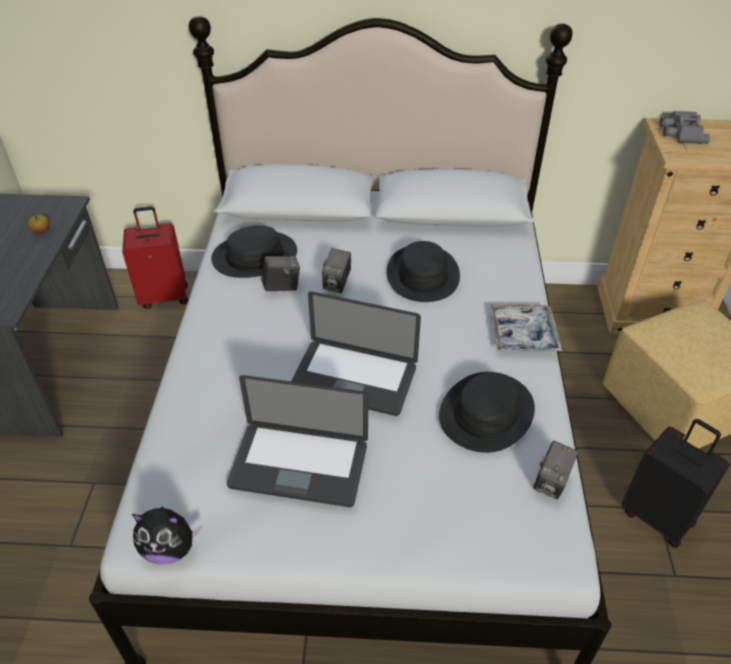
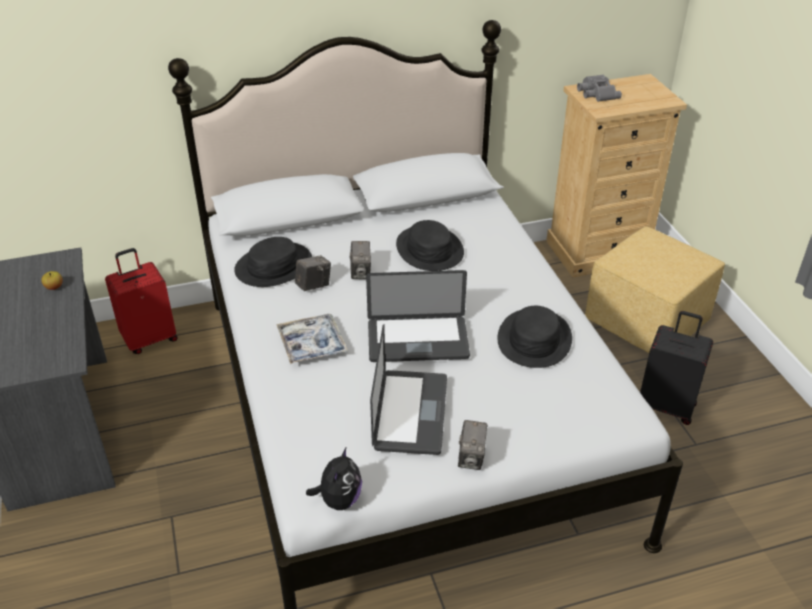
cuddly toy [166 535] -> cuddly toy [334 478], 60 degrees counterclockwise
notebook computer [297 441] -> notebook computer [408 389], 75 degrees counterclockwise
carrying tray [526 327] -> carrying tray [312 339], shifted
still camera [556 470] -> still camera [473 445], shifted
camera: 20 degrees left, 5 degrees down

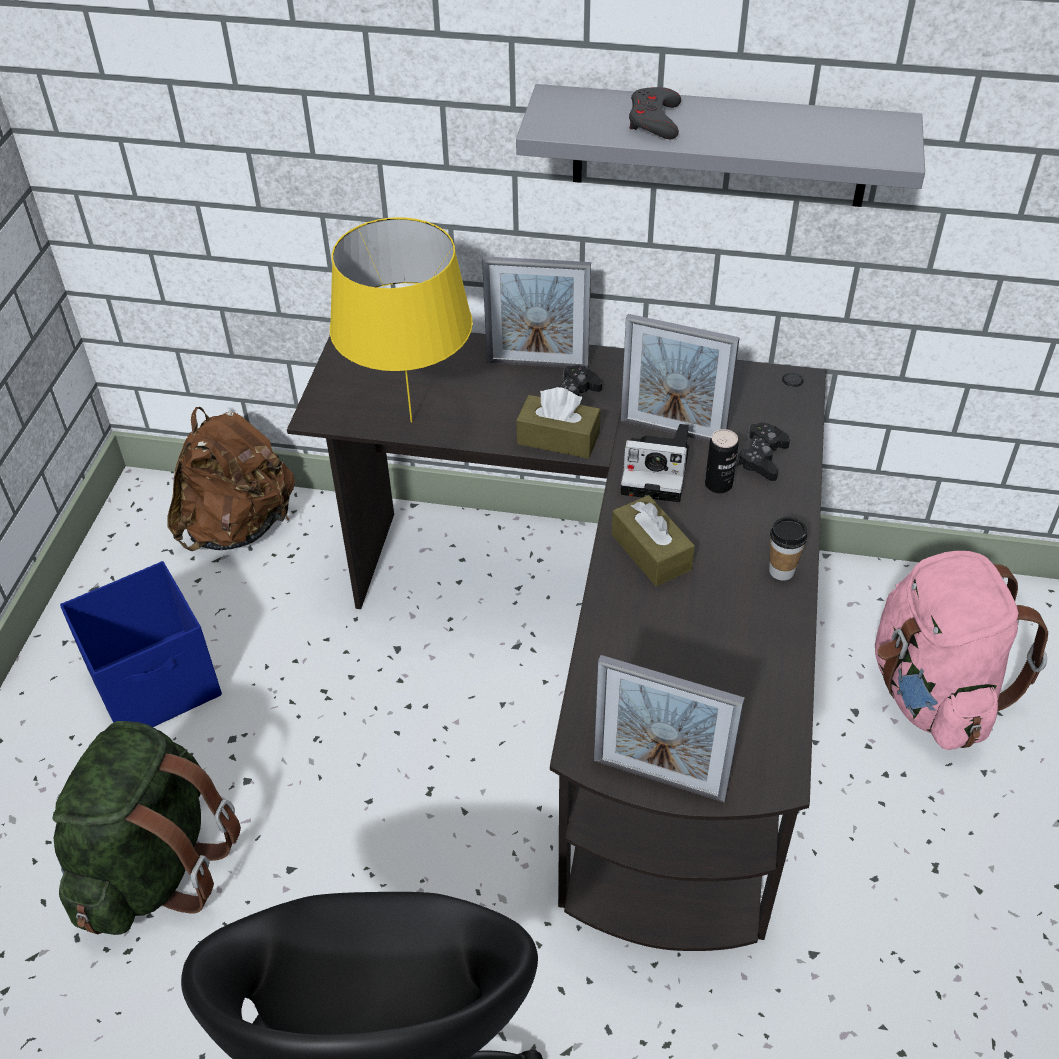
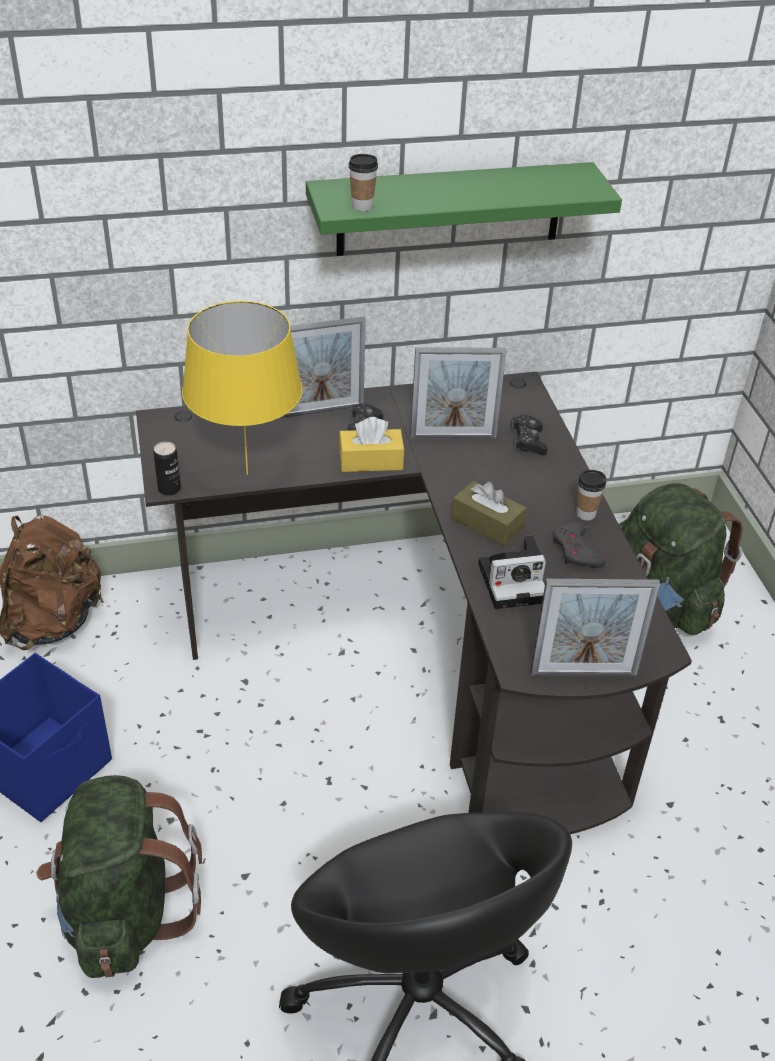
greyish bracket shelf [720 145] -> green bracket shelf [464 209]
brown tissue box [558 423] -> yellow tissue box [371 444]
still camera [655 463] -> still camera [512 572], shifted
greyish game controller [655 113] -> greyish game controller [579 545], shifted
can [721 461] -> can [167 469], shifted
pink-coloured knapsack [961 650] -> green knapsack [680 559]
none -> small cup [363 182]
camera: 25 degrees left, 5 degrees down

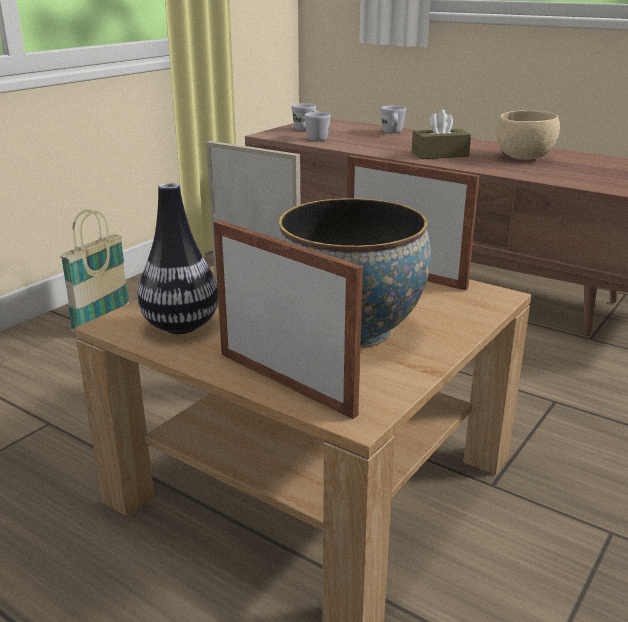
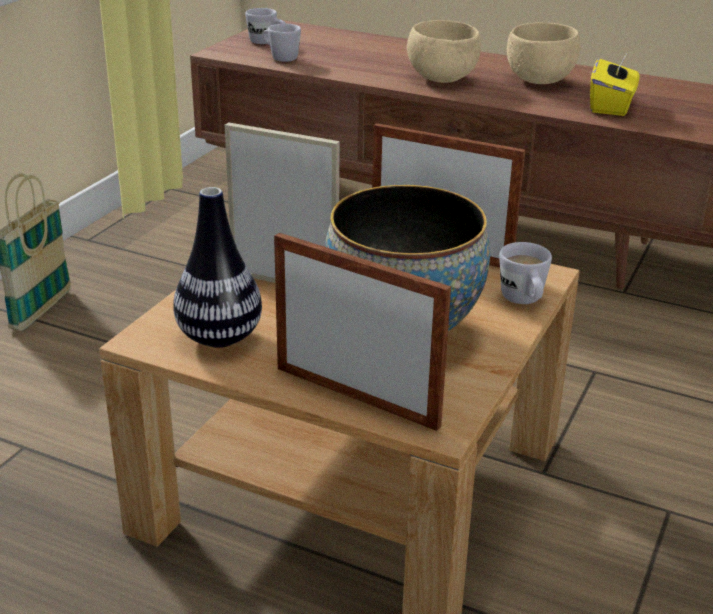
white coffee mug [393 119] -> white coffee mug [525 273], shifted
brown tissue box [441 134] -> beige bowl [444 51]
none -> yellow tissue box [615 84]
camera: 10 degrees left, 5 degrees up

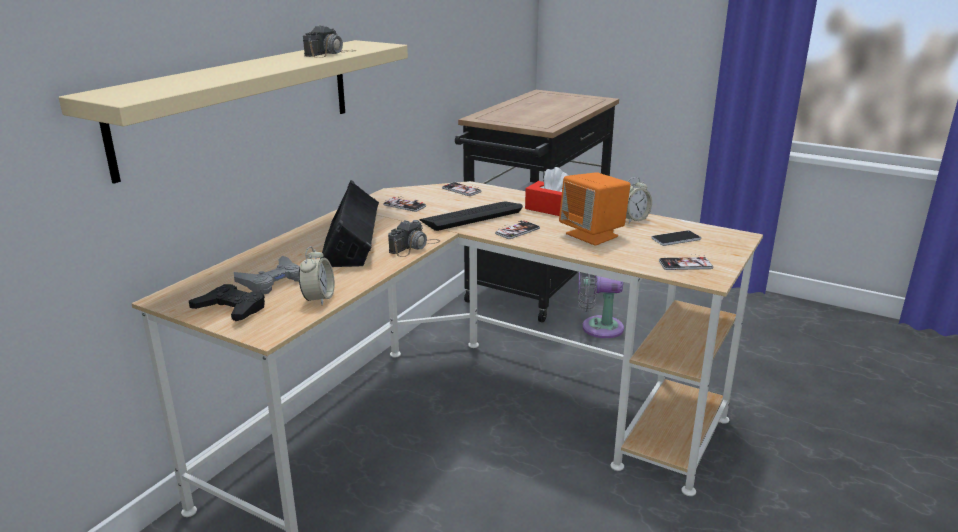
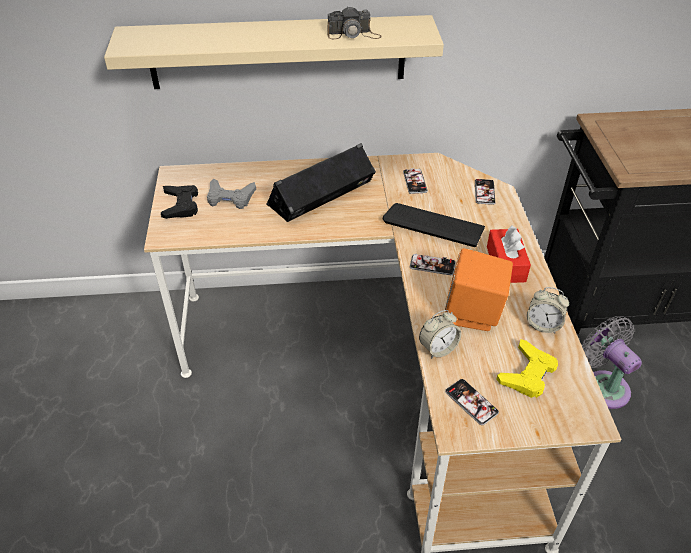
alarm clock [317 276] -> alarm clock [440 334], shifted
still camera [414 238] -> none
telephone [676 238] -> yellow game controller [527 368]
camera: 55 degrees right, 20 degrees up

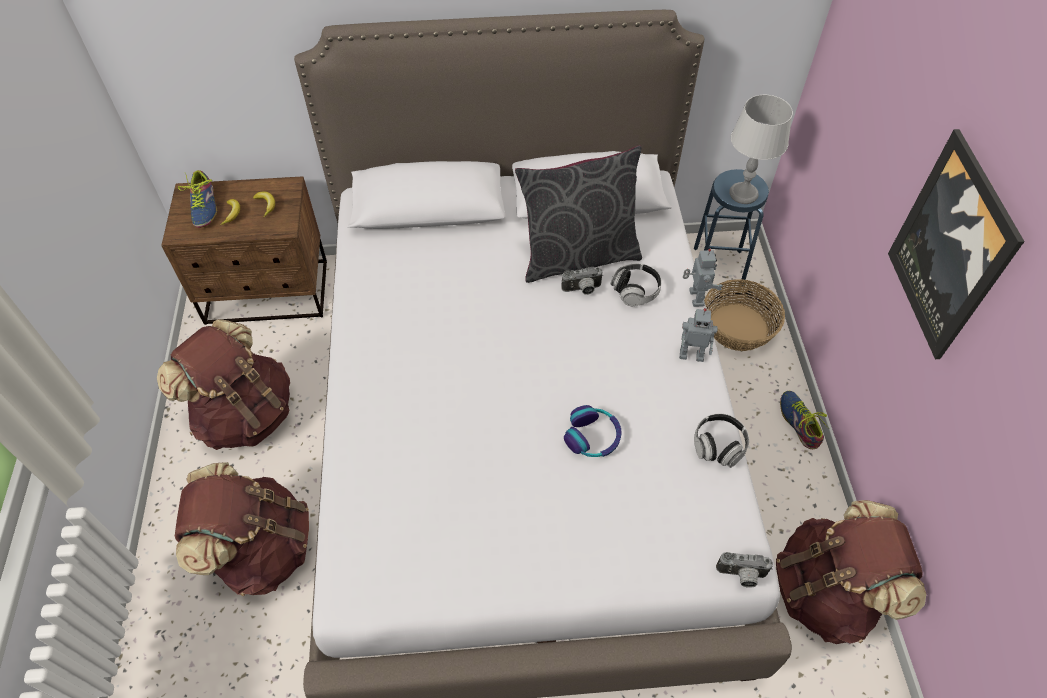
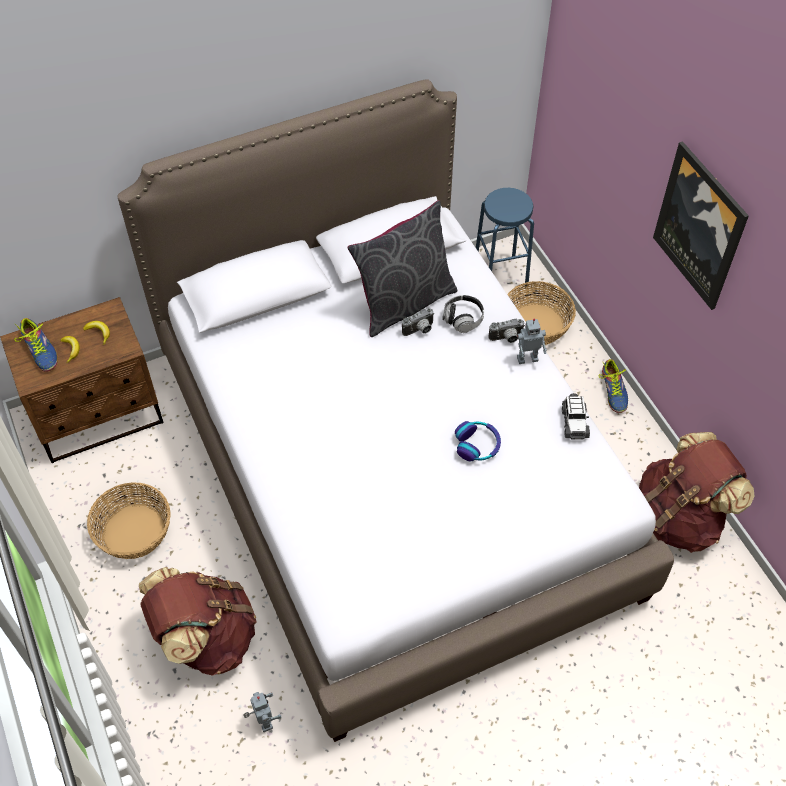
brown knapsack [223 384] -> basket [128 521]
toy robot [703 278] -> toy robot [263 712], shifted
headset [721 441] -> miniature car [576 416]
still camera [744 570] -> still camera [506 331], shifted
greyish lamp for a table [761 149] -> none
shoe [805 420] -> shoe [613 386], 150 degrees counterclockwise
camera: 20 degrees left, 0 degrees up

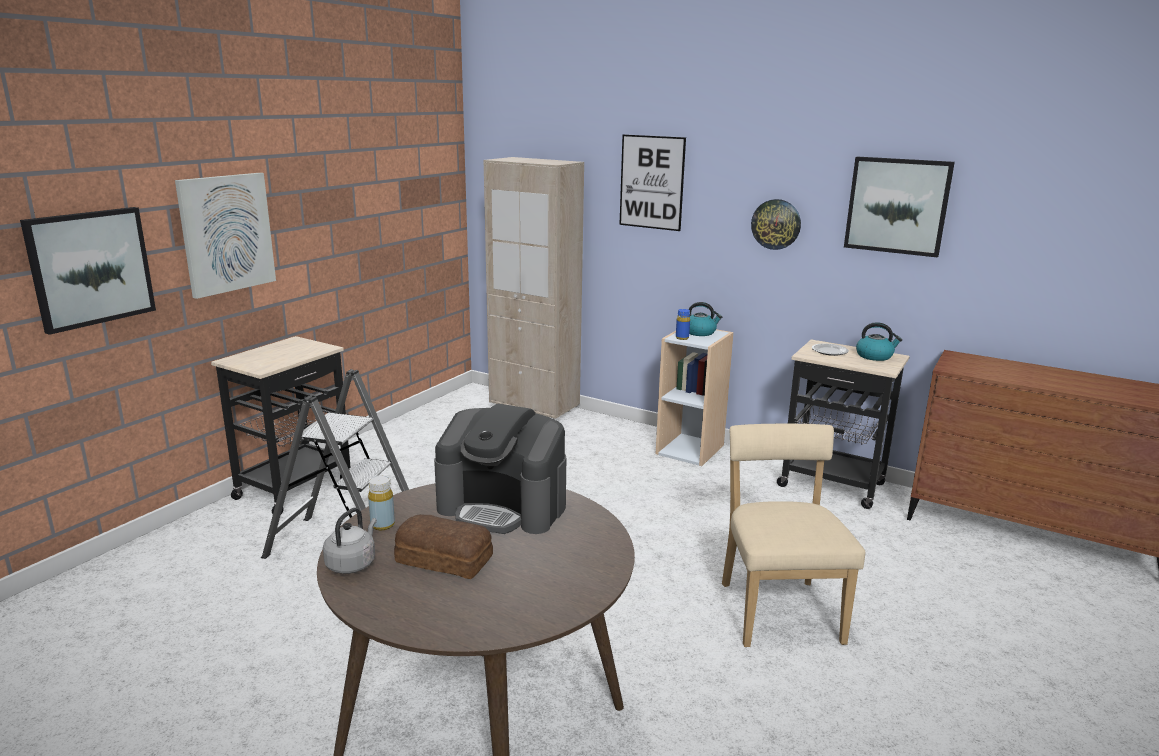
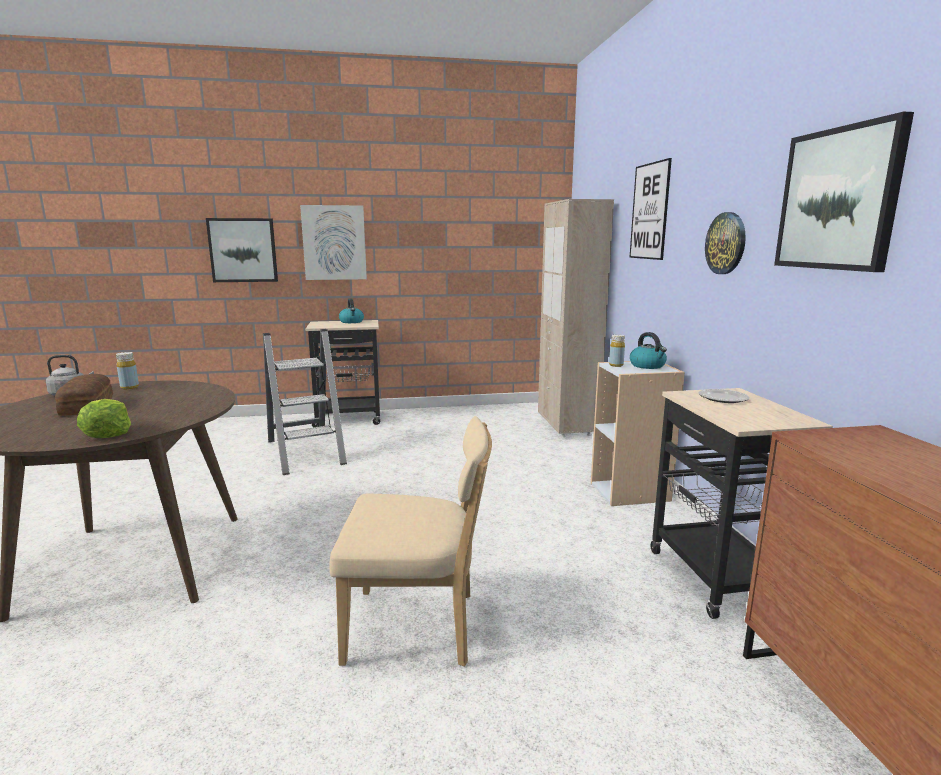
coffee machine [500 469] -> none
blue bottle [683 324] -> yellow bottle [617 350]
beige chair [793 535] -> beige chair [411 541], 45 degrees clockwise
water kettle [879 341] -> water kettle [351 310], shifted
none -> head of lettuce [104 418]
camera: 50 degrees right, 5 degrees down

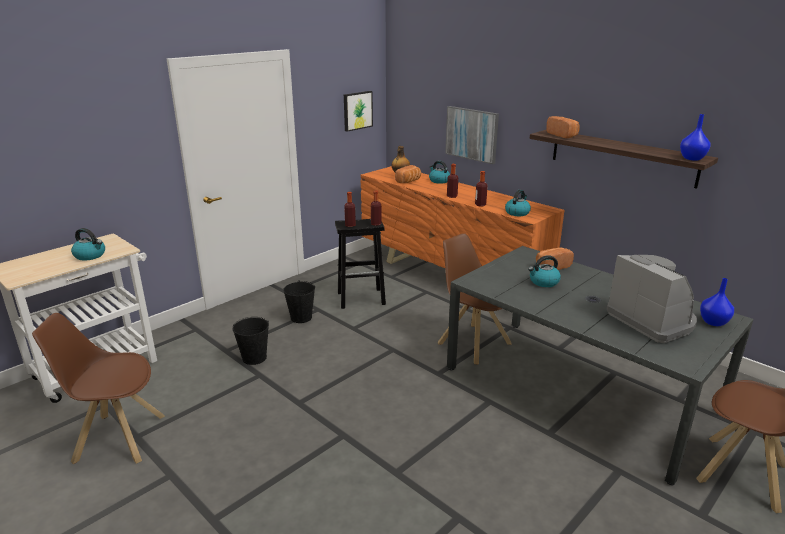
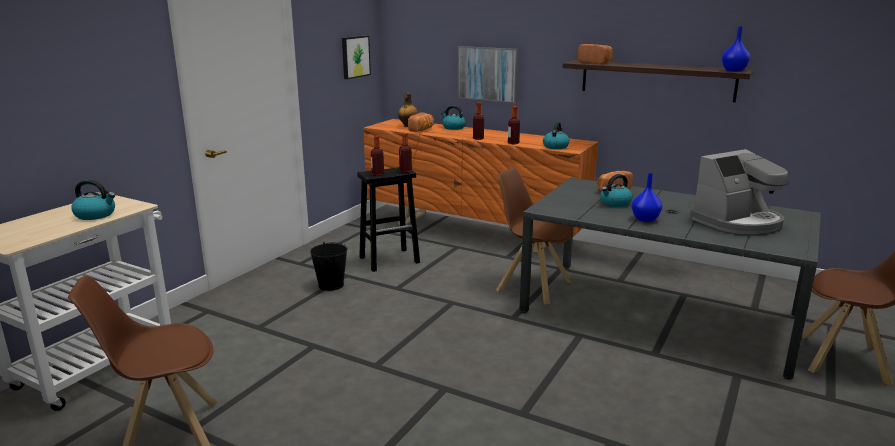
black bucket [250 341] -> none
coffee machine [652 299] -> coffee machine [739 191], 105 degrees clockwise
blue decorative vase [717 302] -> blue decorative vase [647 197], shifted
camera: 15 degrees left, 5 degrees down

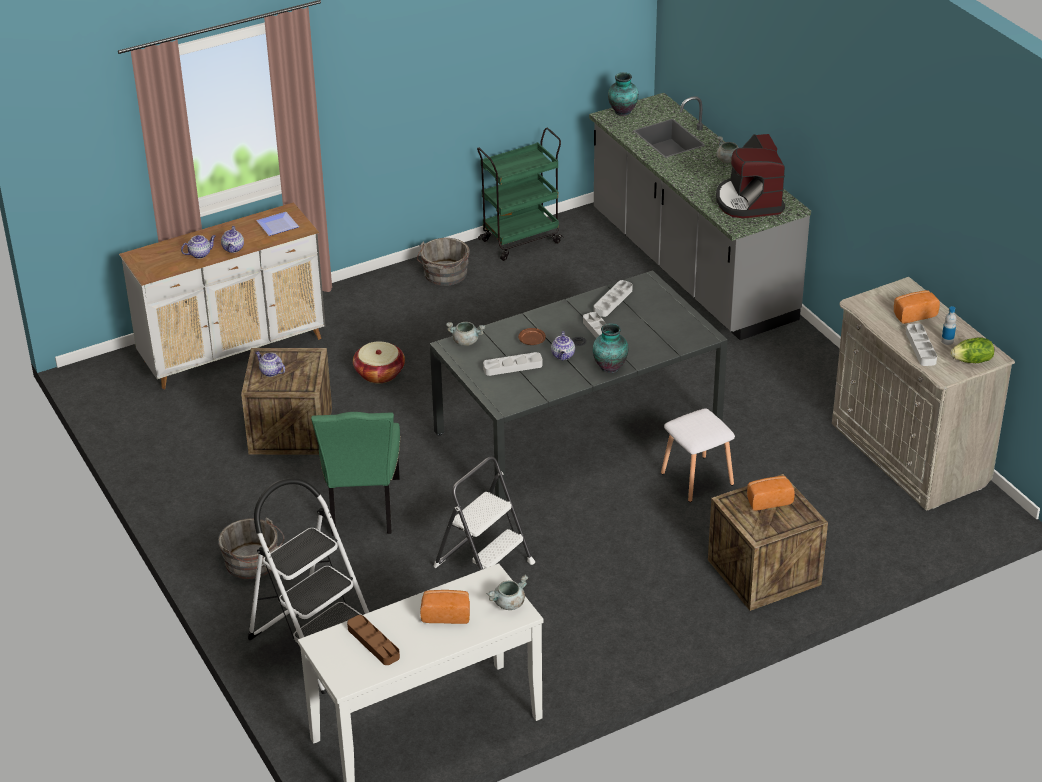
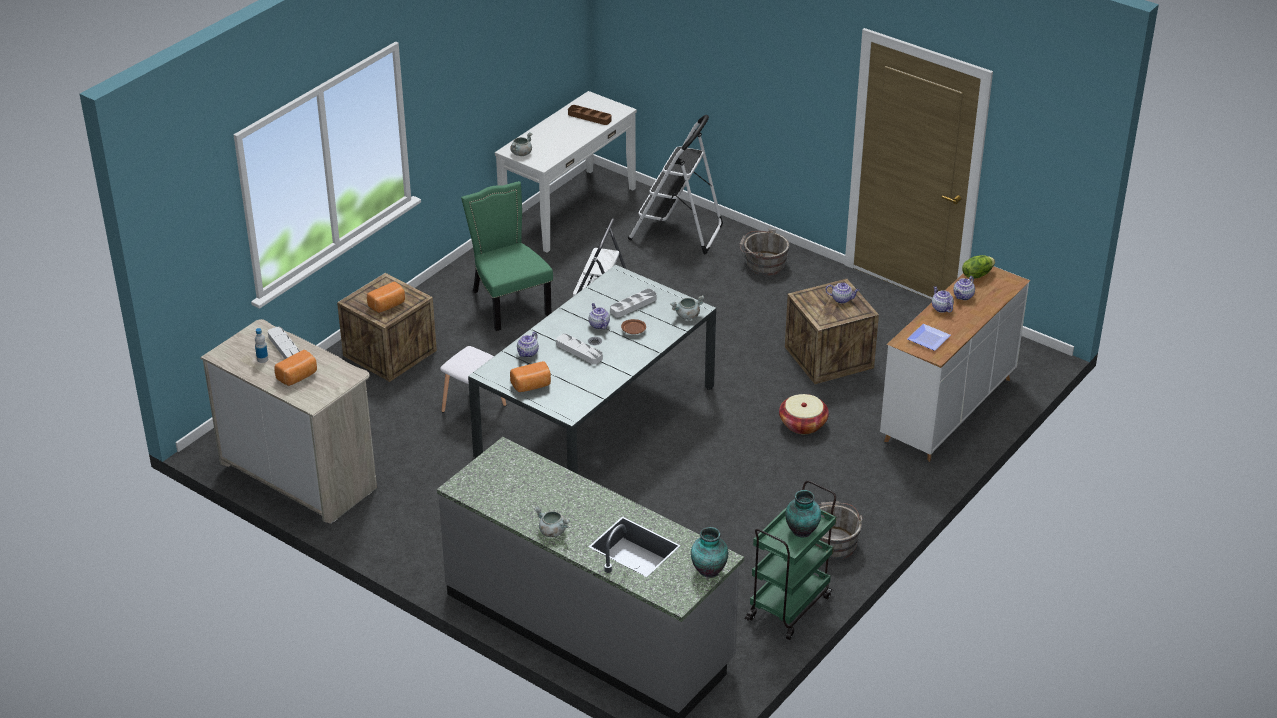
green chair [356 474] -> green chair [507 256], shifted
bakery bread [445 607] -> bakery bread [530 376], shifted
decorative vase [610 348] -> decorative vase [803 514], shifted
greyish carrying tray [613 298] -> none
coffee machine [750 176] -> none
head of lettuce [972 350] -> head of lettuce [978 267], shifted
none -> tea pot [528 344]
camera: 155 degrees right, 0 degrees up

